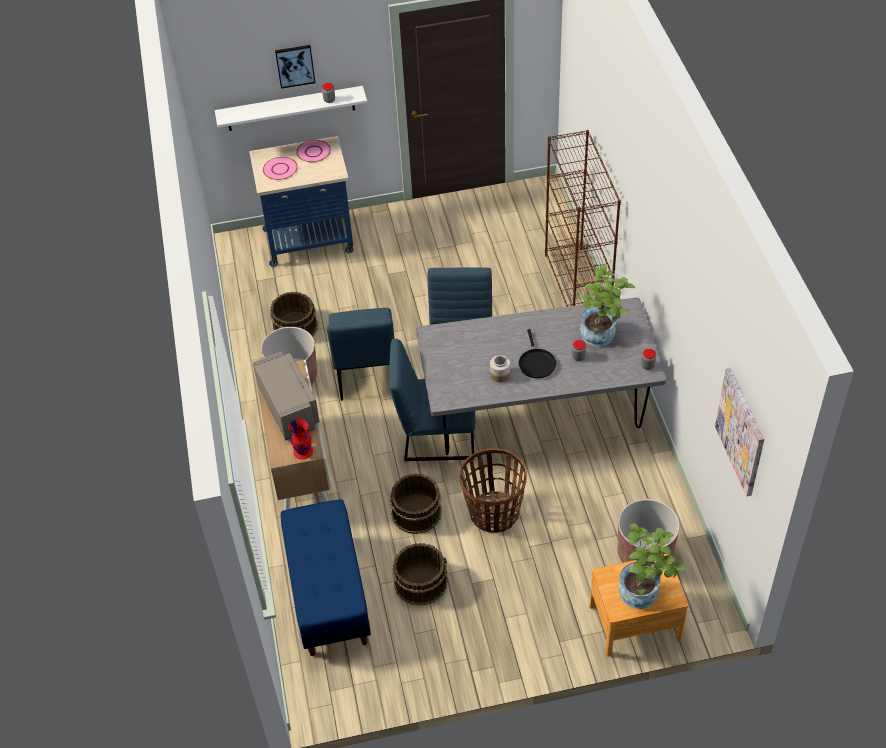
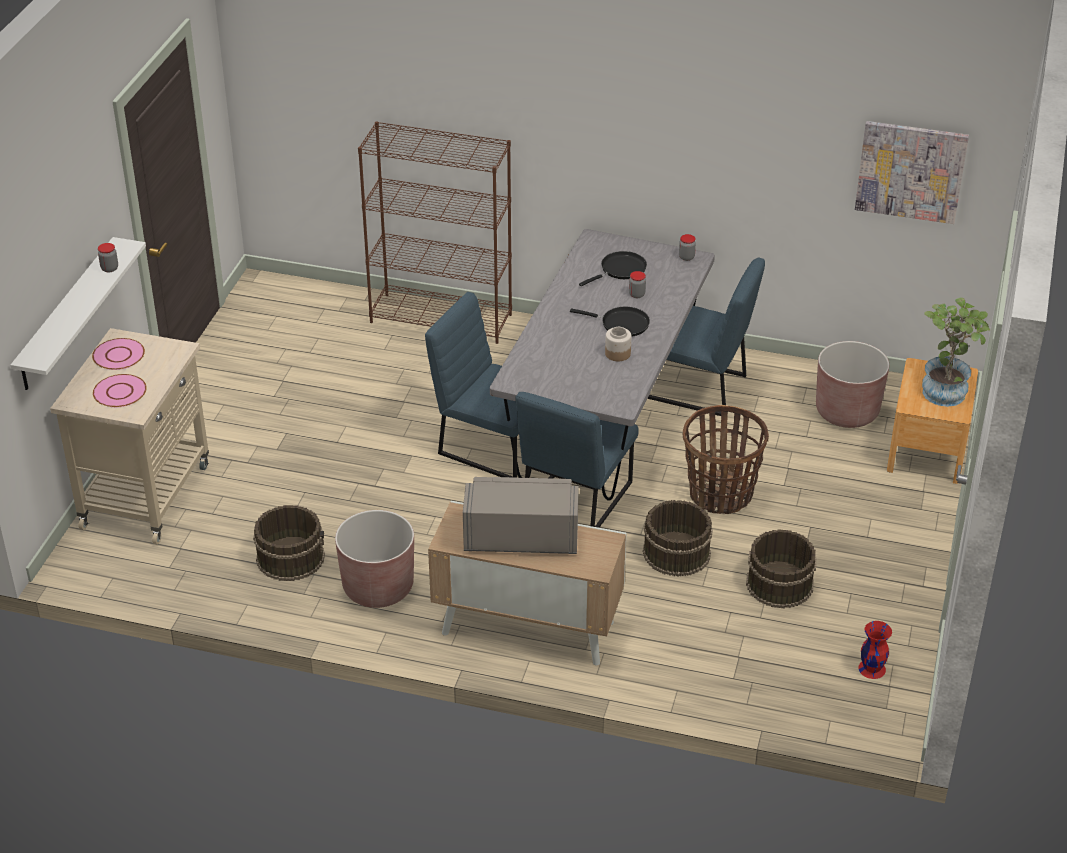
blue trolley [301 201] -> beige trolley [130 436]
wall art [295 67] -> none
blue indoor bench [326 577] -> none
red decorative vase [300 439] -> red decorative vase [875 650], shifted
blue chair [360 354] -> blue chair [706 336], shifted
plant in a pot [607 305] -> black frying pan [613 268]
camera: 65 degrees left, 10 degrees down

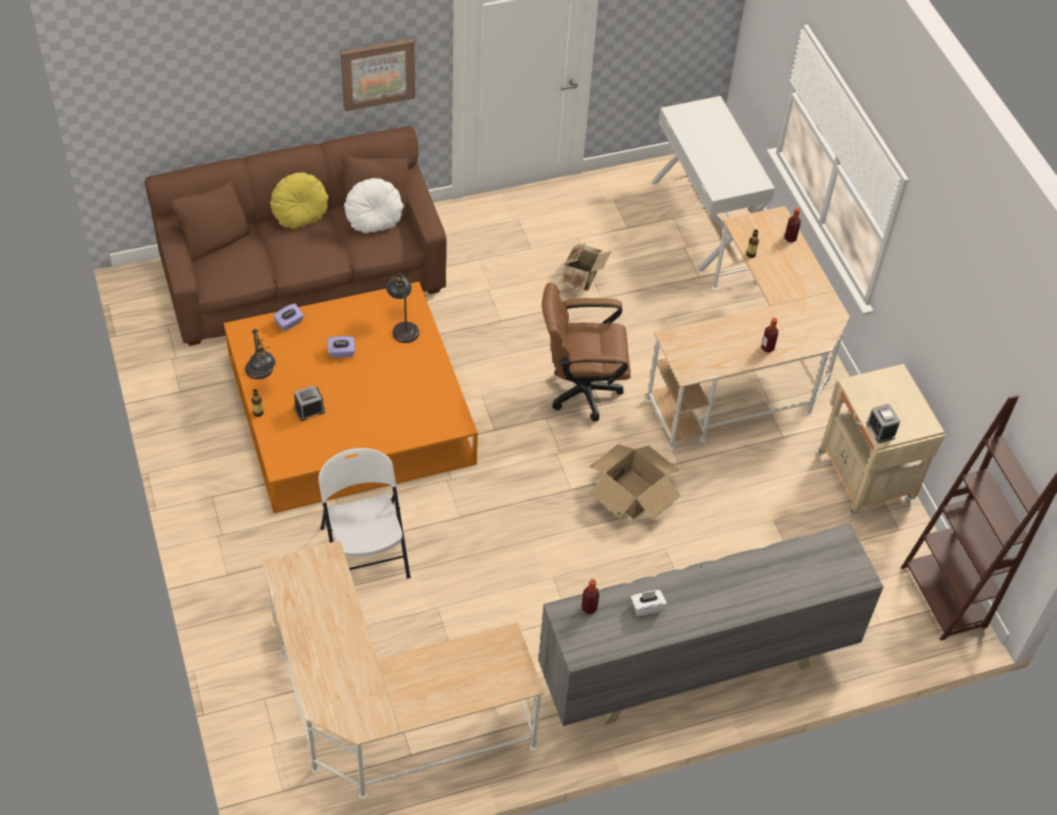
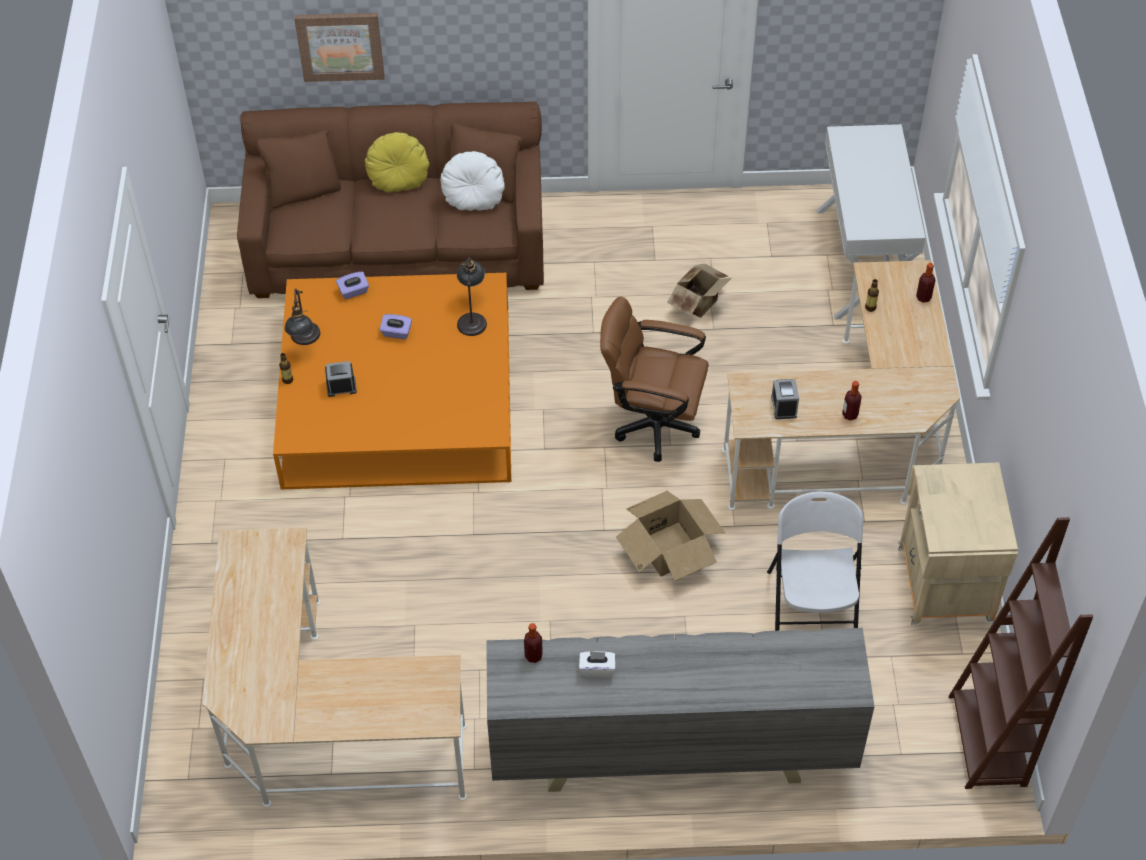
white chair [365 513] -> white chair [815 561], shifted
wall art [377 75] -> wall art [339 47], shifted
alarm clock [883 423] -> alarm clock [785 399], shifted
camera: 20 degrees right, 0 degrees up

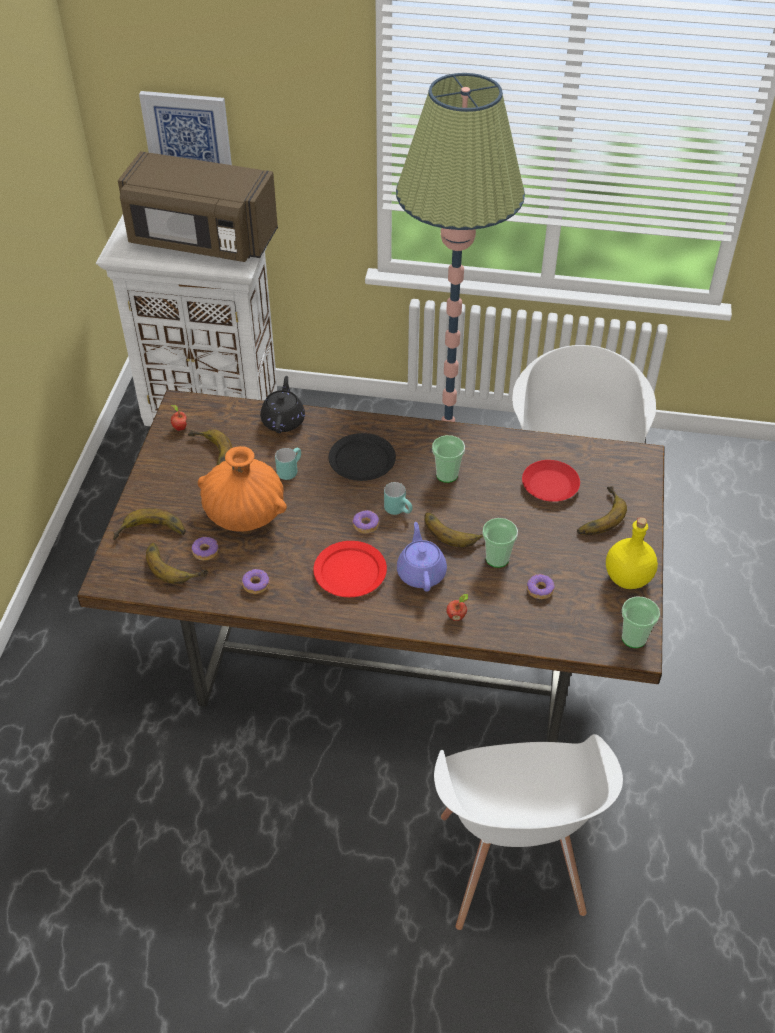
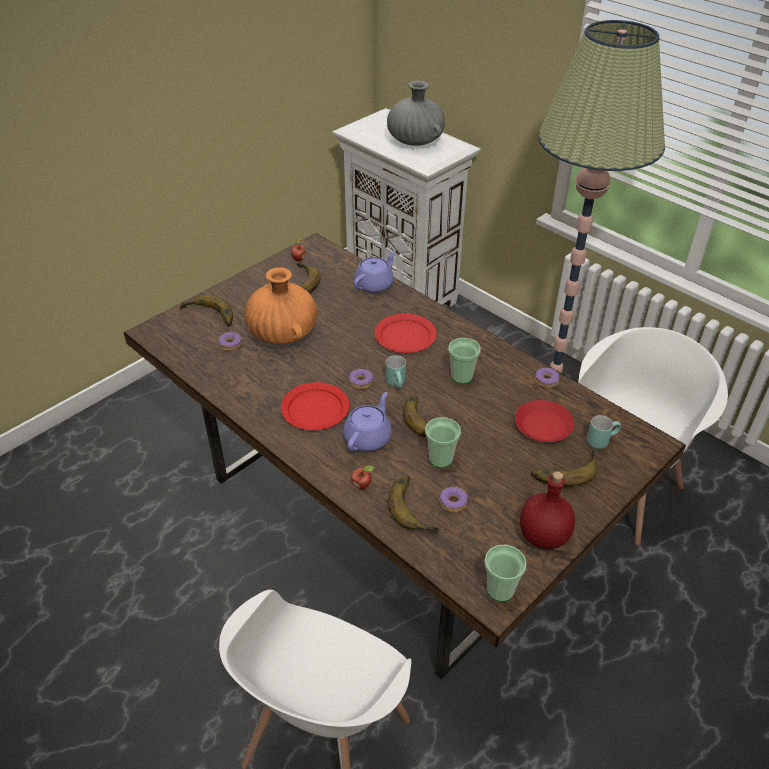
brown microwave [198 206] -> greyish decorative vase [416 113]
wall art [185 128] -> none
banana [177 563] -> banana [413 505], shifted
ring doughnut [255 581] -> ring doughnut [547 378], shifted
black tea pot [282 404] -> purplish tea pot [374 272]
blue-green coffee mug [288 464] -> blue-green coffee mug [604 432], shifted
black dinner plate [362 457] -> red dinner plate [406 333]
yellow bottle [632 553] -> red bottle [547 510]
camera: 35 degrees right, 5 degrees down

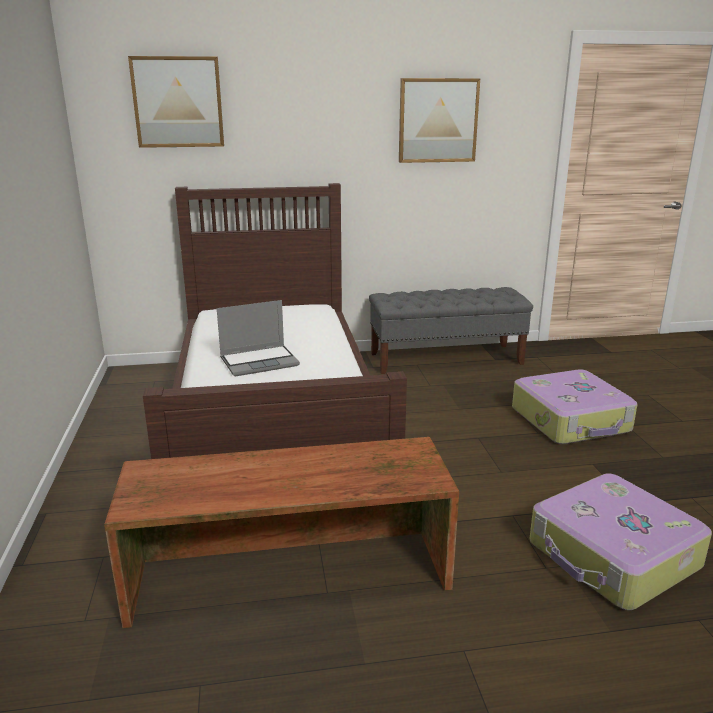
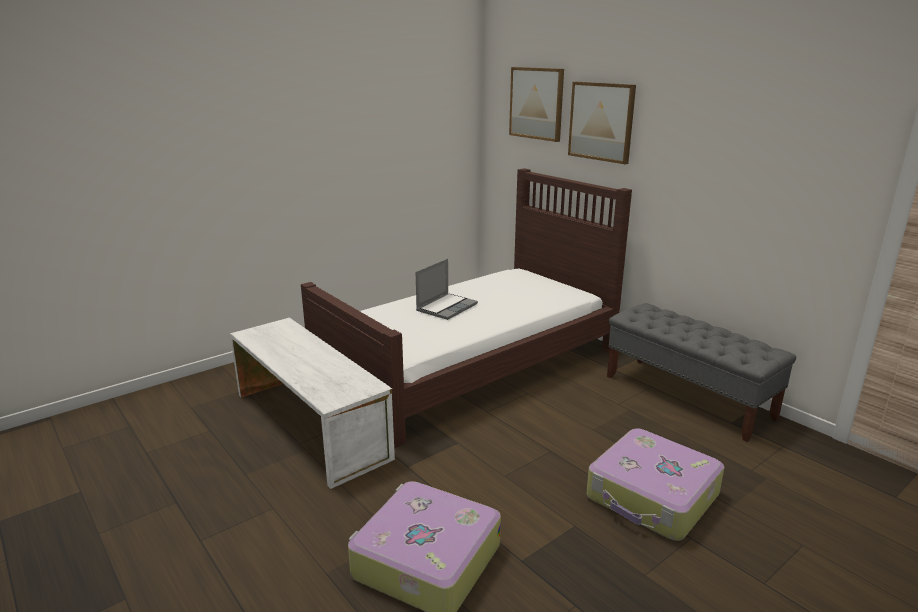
brown indoor bench [281 532] -> white indoor bench [312 403]
notebook computer [258 338] -> notebook computer [447 289], 90 degrees counterclockwise
wall art [439 120] -> wall art [602 123], shifted
camera: 60 degrees right, 0 degrees up

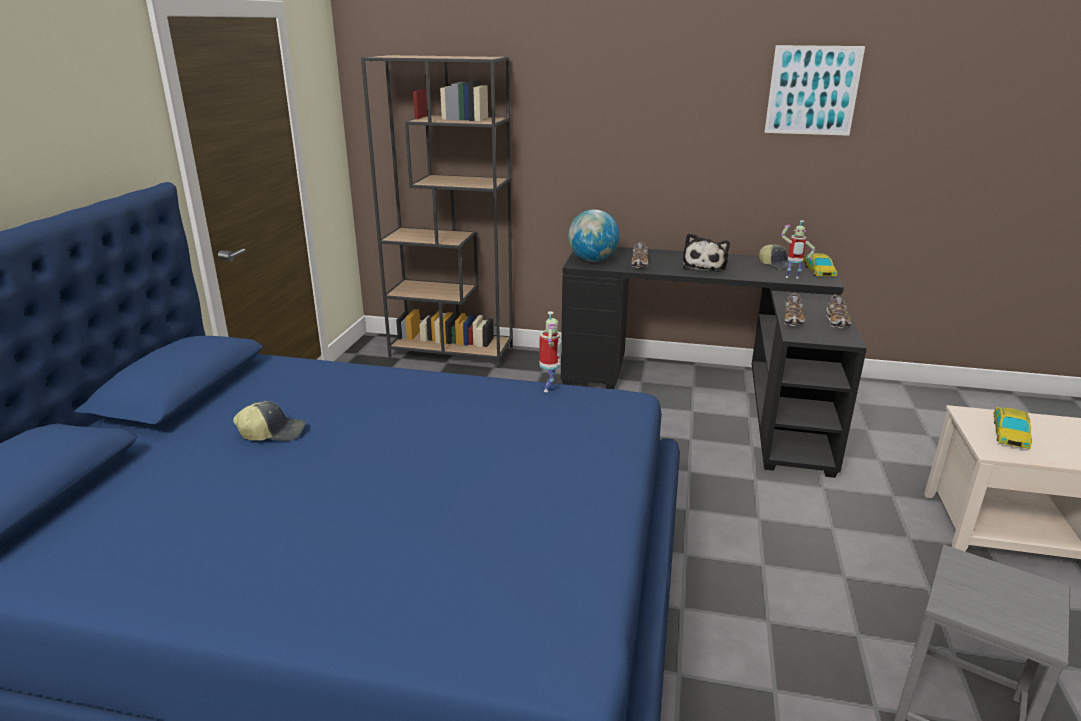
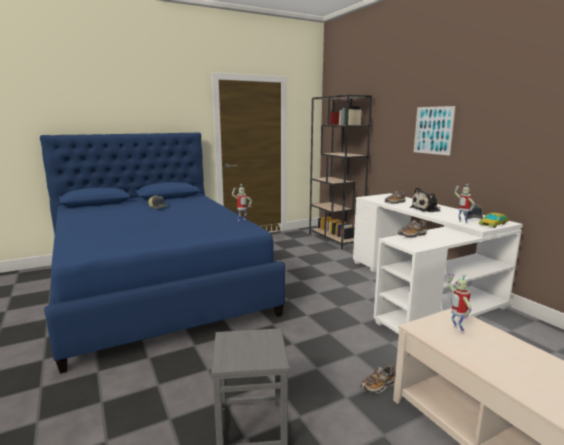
black desk unit [714 362] -> white desk unit [438 263]
globe [594 235] -> none
wall art [814 90] -> wall art [435 131], shifted
shoe [838 311] -> shoe [378 379], shifted
miniature car [1012 428] -> toy robot [460 304]
camera: 50 degrees right, 10 degrees down

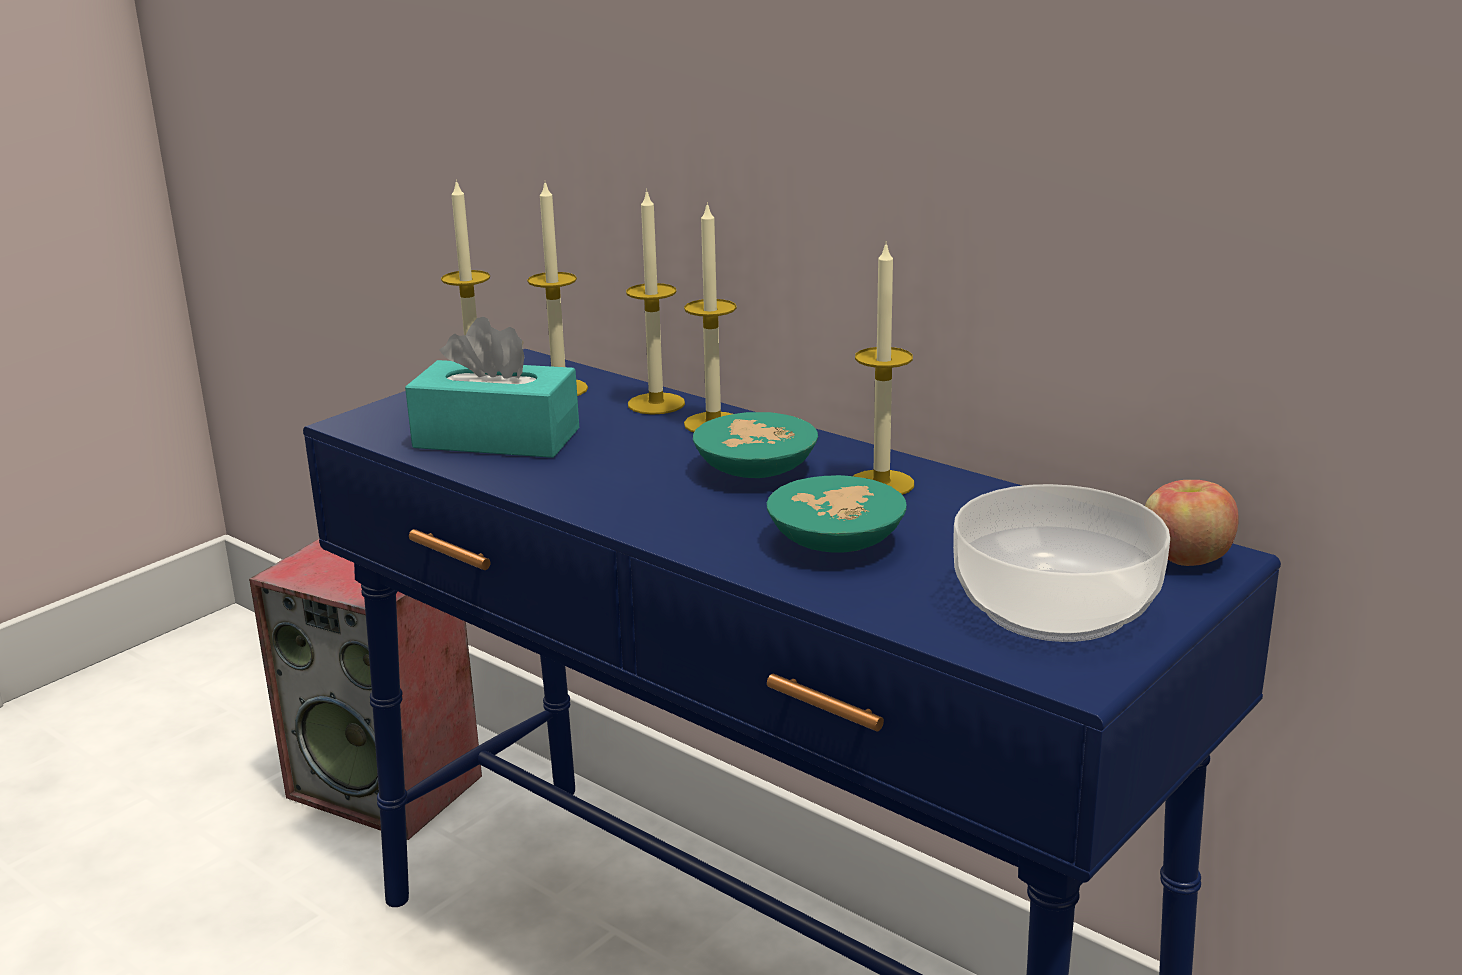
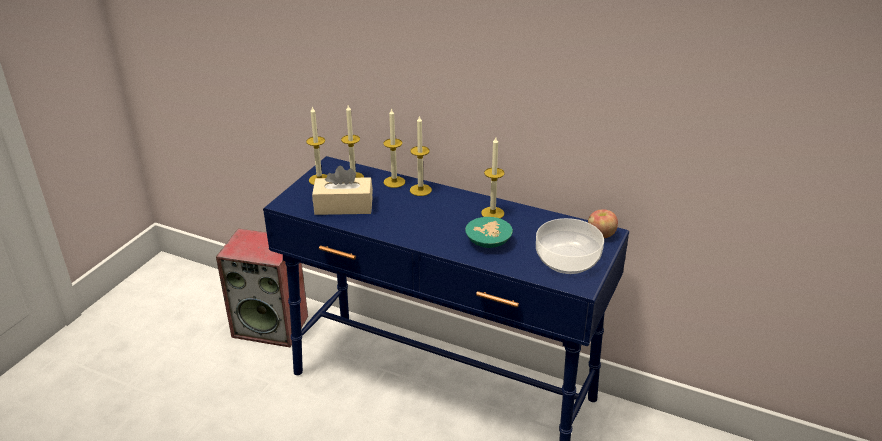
blue-green tissue box [492 387] -> beige tissue box [342 190]
blue-green bowl [755 445] -> none
camera: 15 degrees left, 10 degrees up

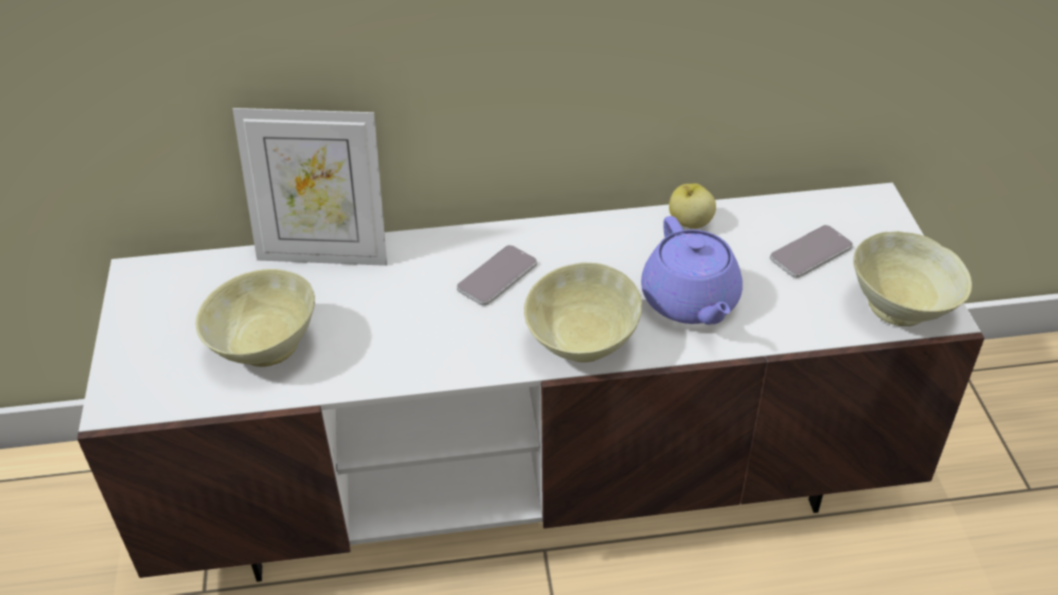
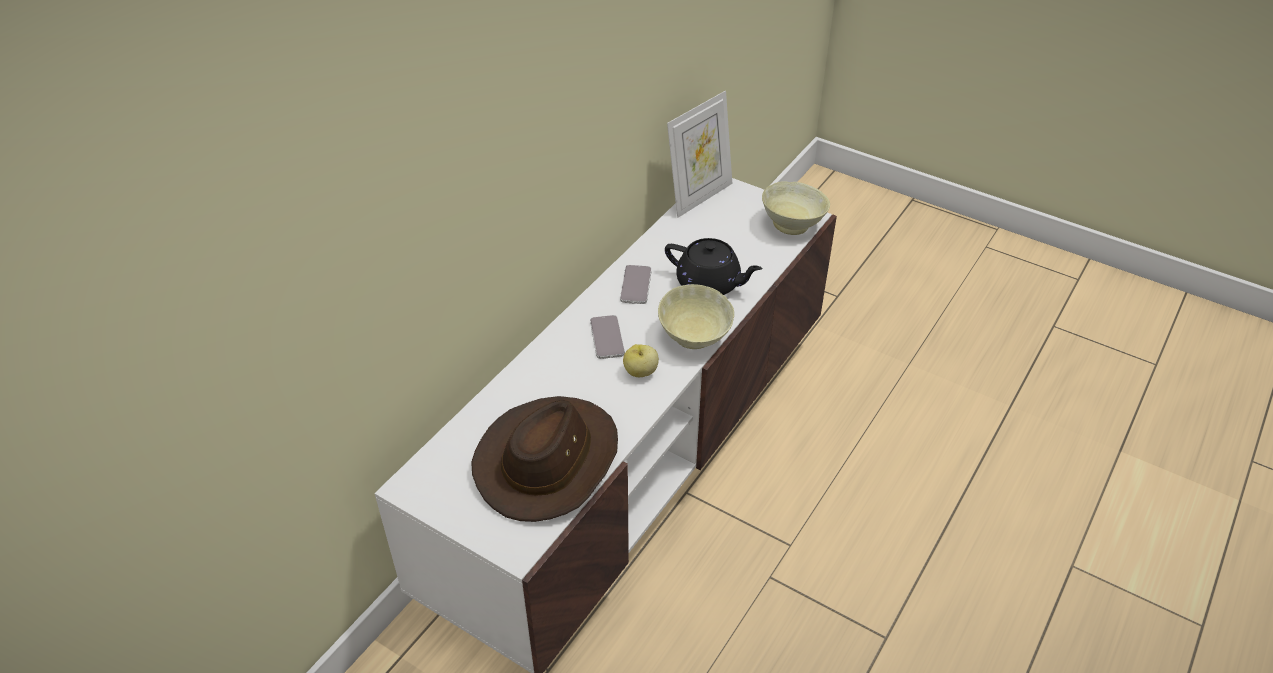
beige bowl [255 318] -> brown clothing hat [544 459]
picture frame [310 187] -> picture frame [699 154], shifted
purplish tea pot [692 270] -> black tea pot [713 266]
apple fruit [692 206] -> apple fruit [641 360], shifted
telephone [811 251] -> telephone [636 284], shifted
camera: 50 degrees left, 0 degrees up

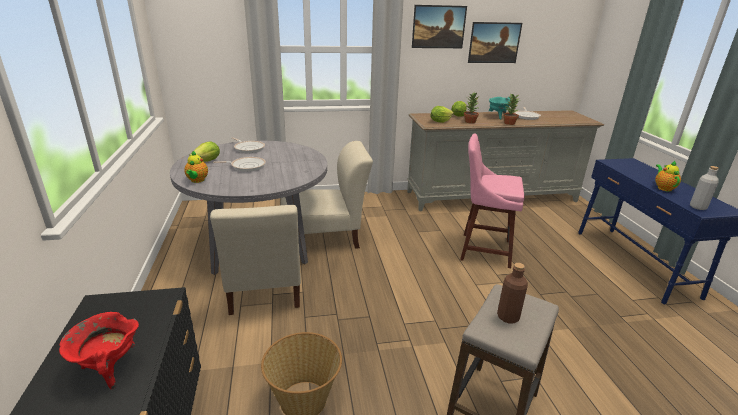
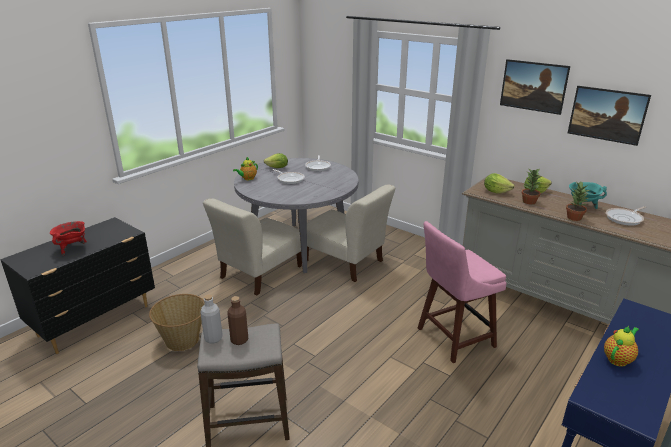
pink-coloured chair [492 200] -> pink-coloured chair [462 292], 90 degrees counterclockwise
greyish bottle [704 188] -> greyish bottle [211 319], shifted
camera: 50 degrees right, 0 degrees up

